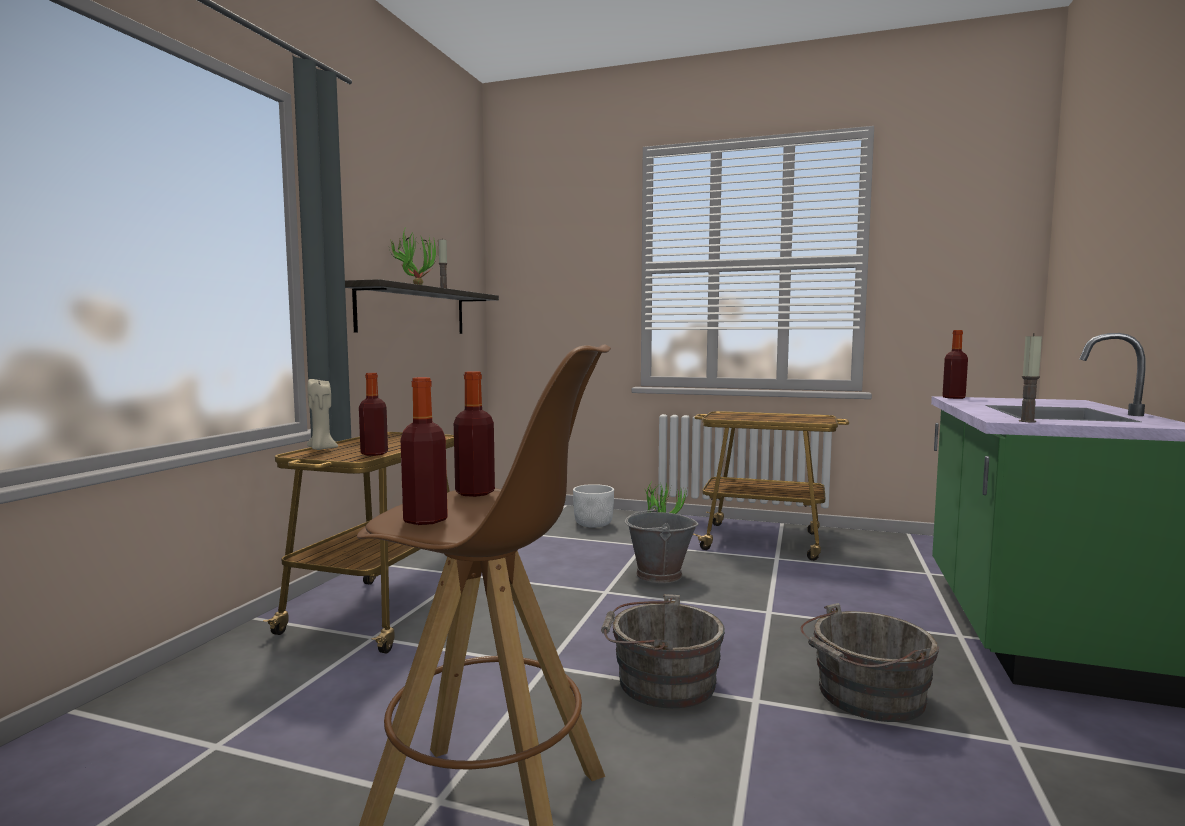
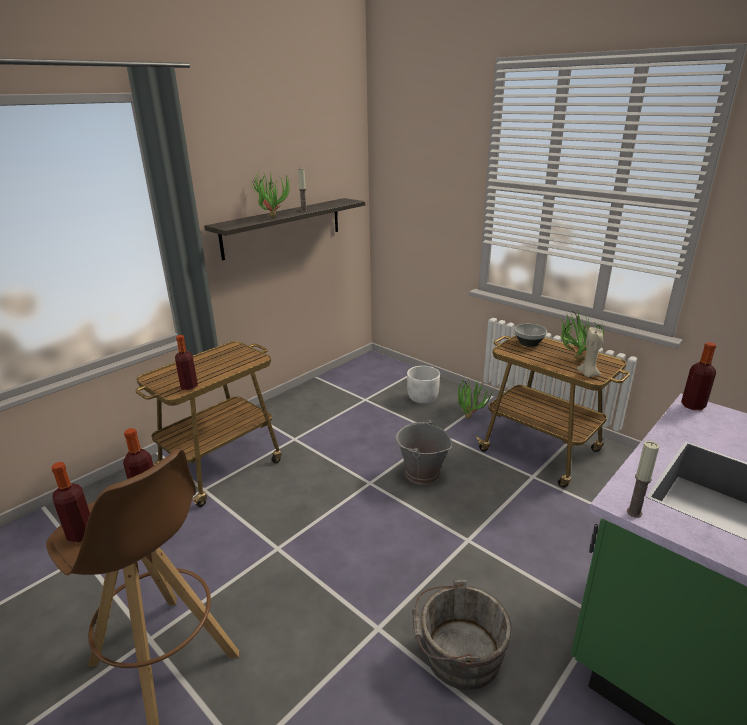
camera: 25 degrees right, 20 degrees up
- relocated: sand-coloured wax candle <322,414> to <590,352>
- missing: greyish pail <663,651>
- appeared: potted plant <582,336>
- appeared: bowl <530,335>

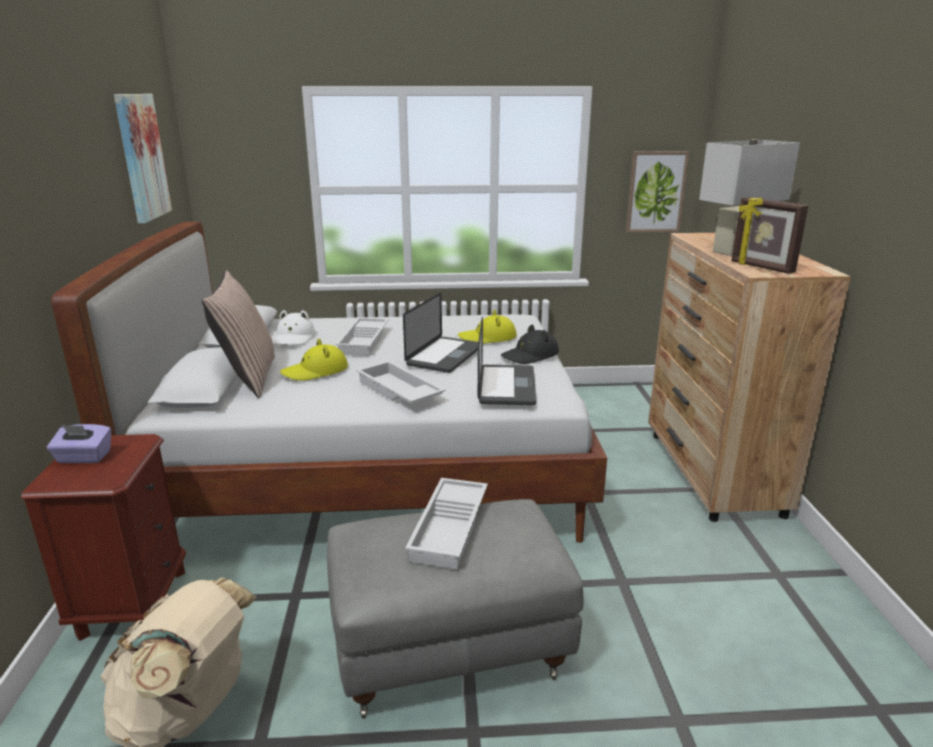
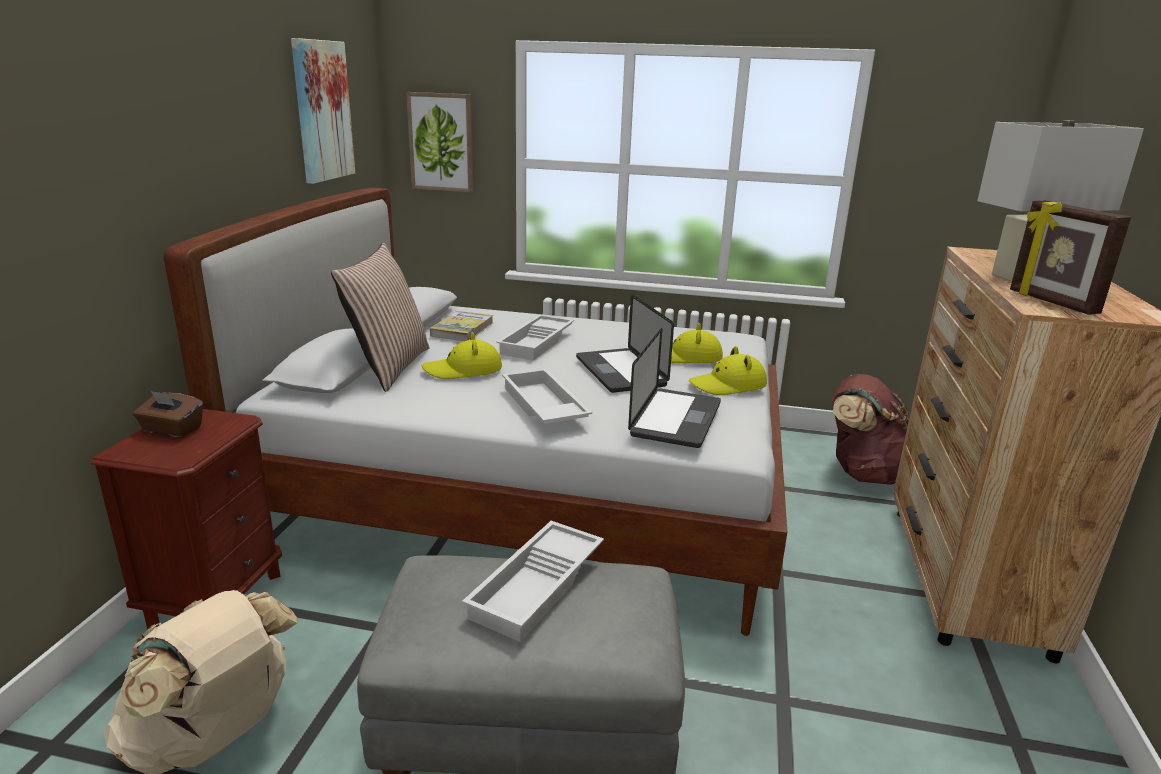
camera: 15 degrees right, 0 degrees up
- relocated: picture <657,191> to <439,142>
- spun: laptop <441,333> = <625,343> 120 degrees clockwise
- exchanged: whitish hat <294,327> to bound book <461,326>
- colour: black hat <530,344> to yellow-coloured hat <728,370>
- colour: purple tissue box <79,443> to brown-coloured tissue box <168,414>
- appeared: brown-coloured rucksack <870,429>

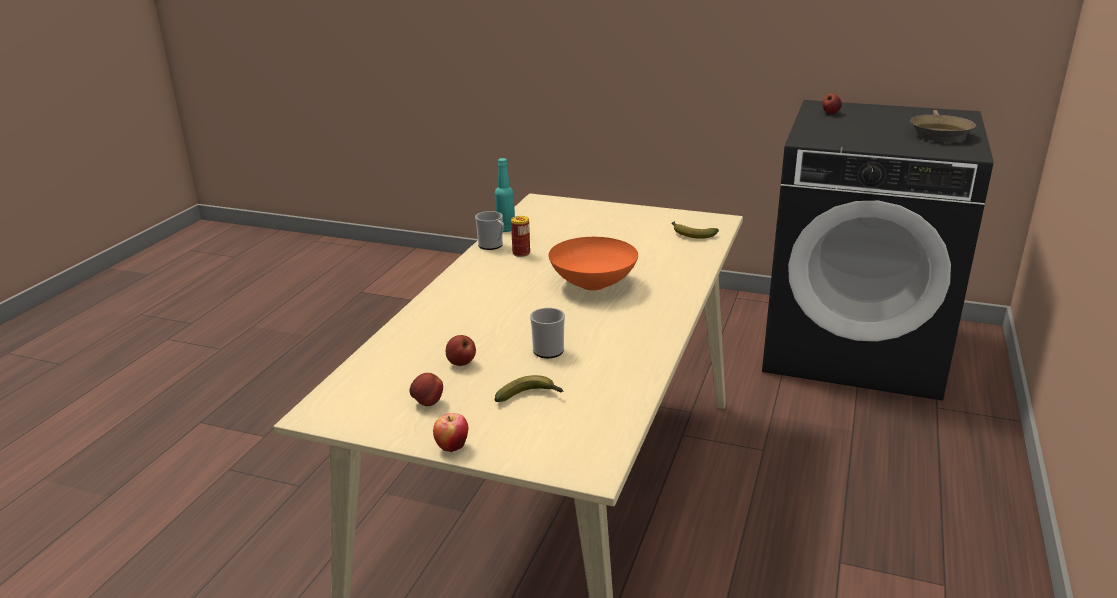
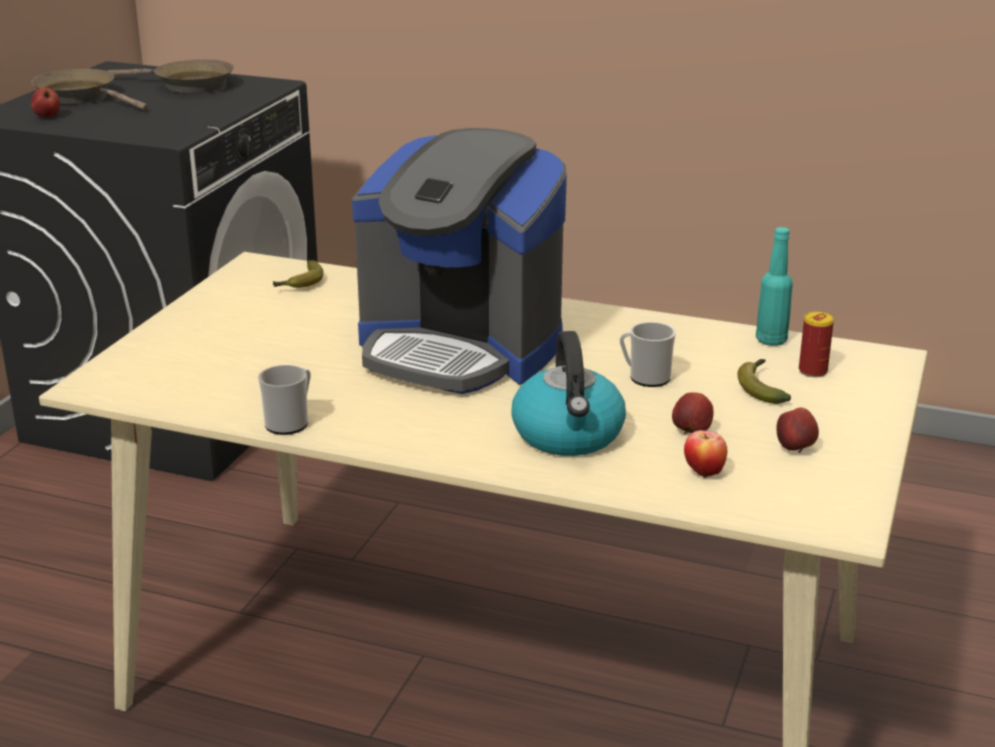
camera: 90 degrees left, 0 degrees up
- relocated: turquoise beverage bottle <505,195> to <774,286>
- relocated: metal can <520,236> to <816,344>
- exchanged: orange bowl <593,264> to coffee maker <459,261>
- relocated: apple <450,432> to <705,454>
- appeared: brown-coloured pan <89,89>
- appeared: kettle <568,393>

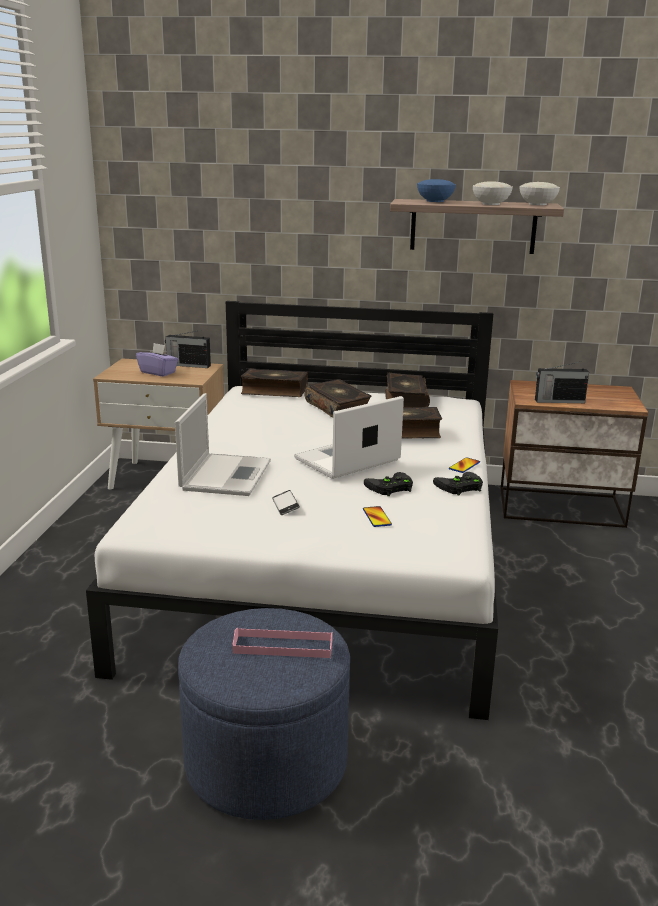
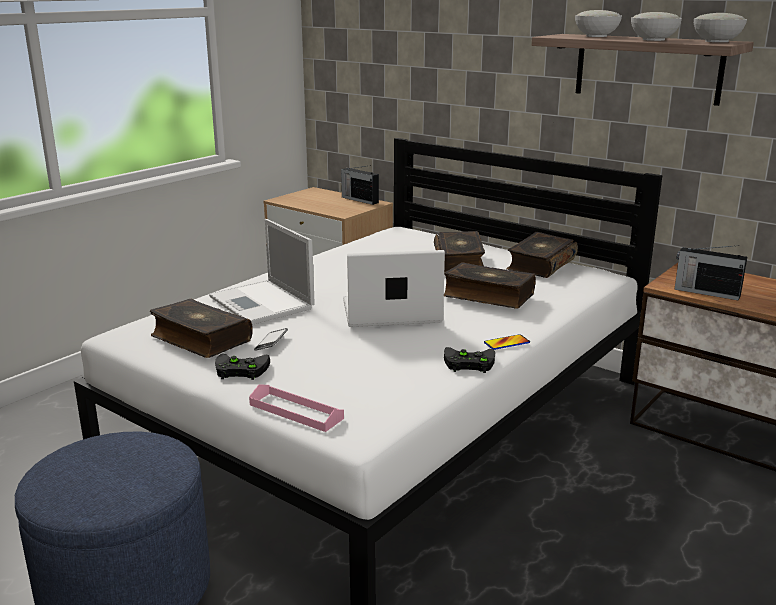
camera: 30 degrees right, 0 degrees up
- colour: bluish bowl <436,190> to whitish bowl <598,23>
- missing: purple tissue box <157,360>
- relocated: bound book <274,382> to <201,328>
- spun: laptop <223,444> = <262,272> 105 degrees clockwise
- relocated: black gamepad <388,484> to <242,367>
- missing: handset <377,516>
- relocated: pinkish tray <282,642> to <296,408>

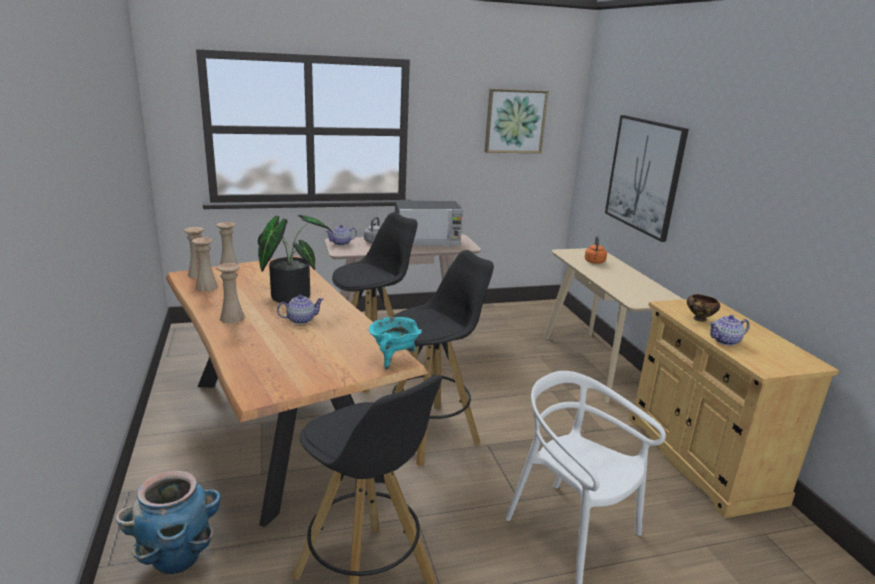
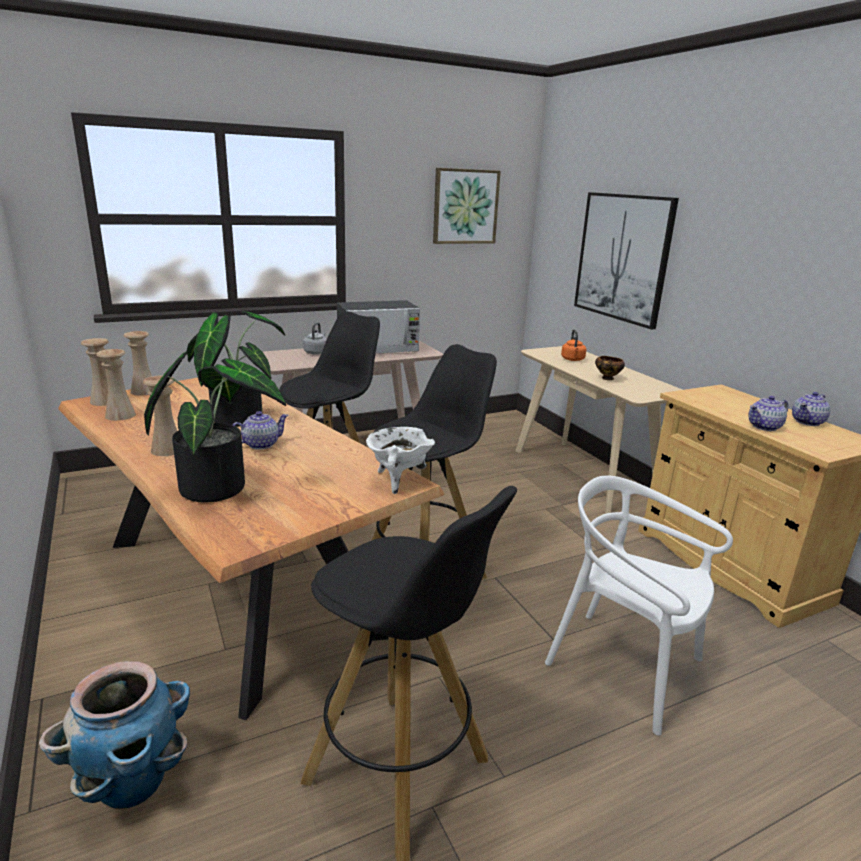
camera: 10 degrees left, 0 degrees up
- relocated: tea pot <341,235> to <811,409>
- relocated: bowl <703,308> to <610,368>
- colour: turquoise cooking pot <395,343> to whitish cooking pot <400,460>
- appeared: potted plant <215,427>

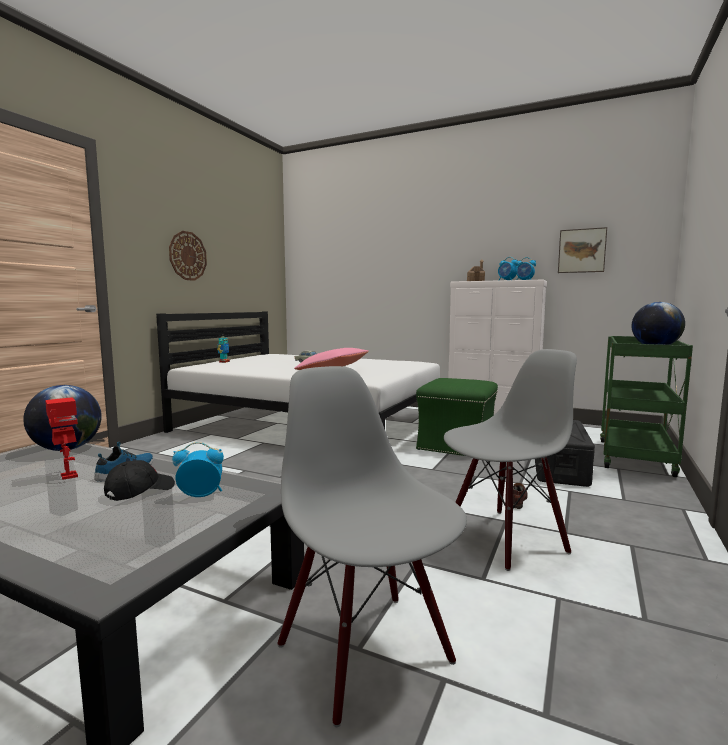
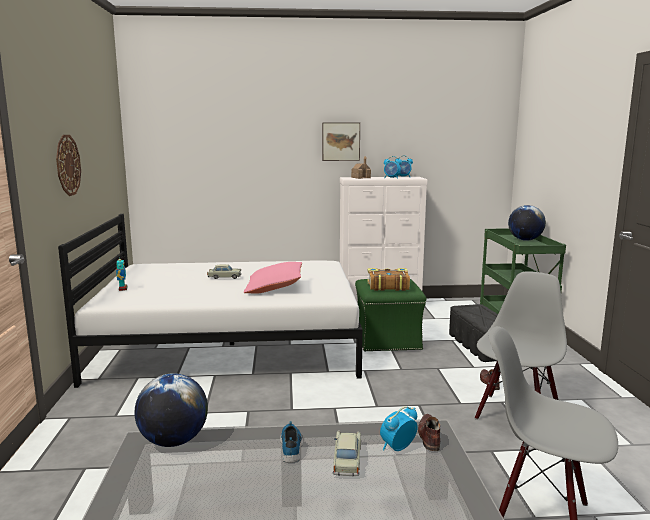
camera: 30 degrees left, 5 degrees up
- relocated: picture <582,250> to <341,141>
- missing: model robot <61,438>
- exchanged: black baseball cap <139,480> to sand-coloured toy car <347,453>
- appeared: bound book <388,279>
- appeared: brown-coloured item of footwear <429,432>

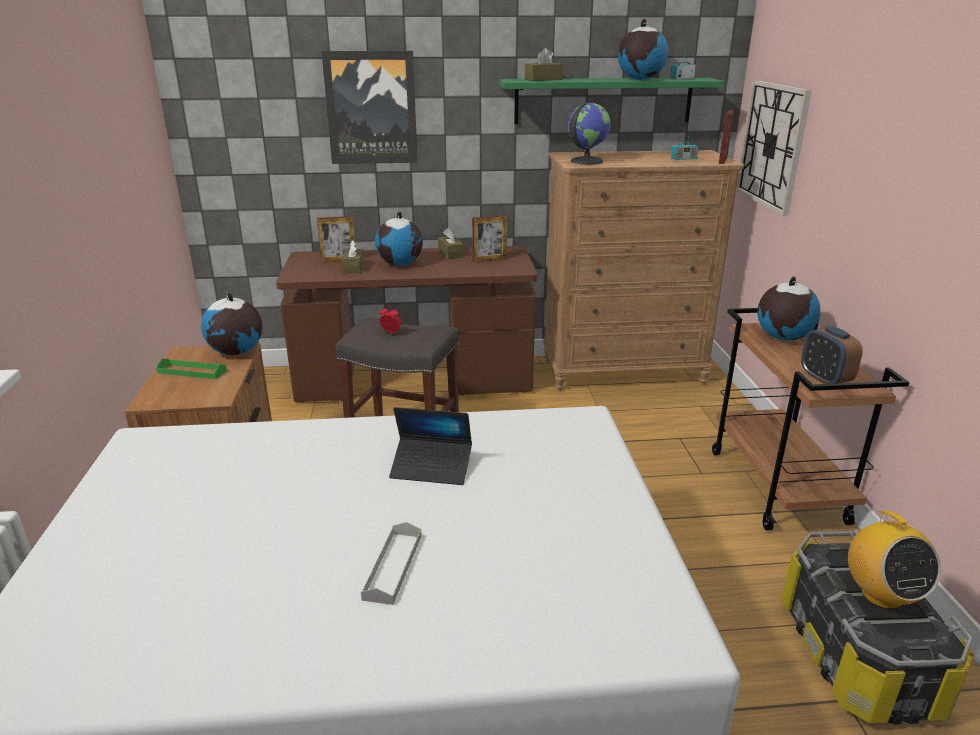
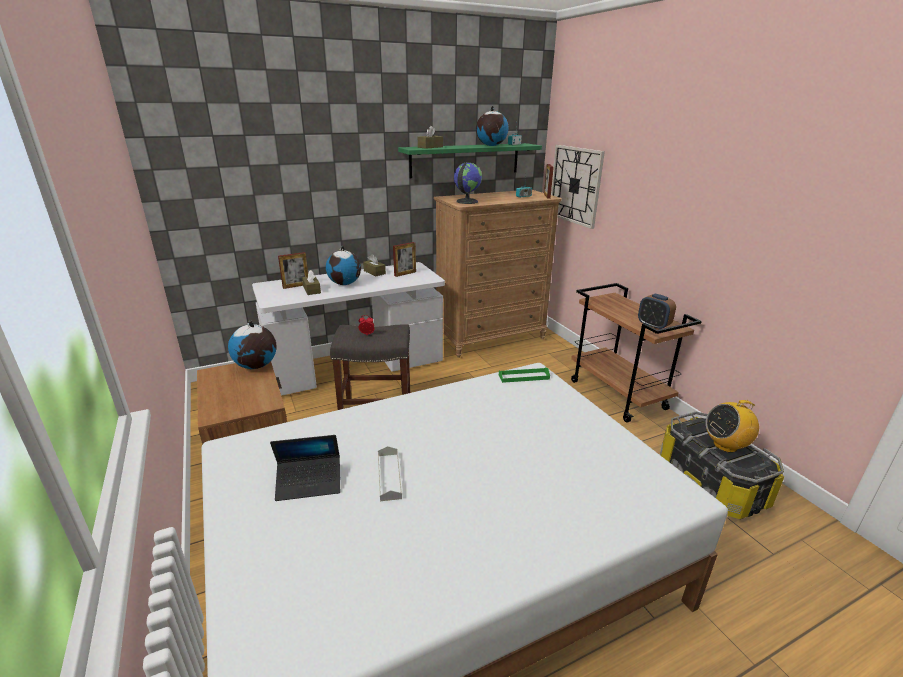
camera: 20 degrees left, 0 degrees up
- missing: picture <369,107>
- colour: brown-coloured desk <406,324> to whitish desk <348,329>
- missing: globe <789,309>
- relocated: greenish tray <191,369> to <524,375>
- relocated: laptop <430,446> to <305,468>
- spun: radio receiver <894,560> = <732,426> 105 degrees clockwise
- relocated: greyish tray <391,563> to <390,473>

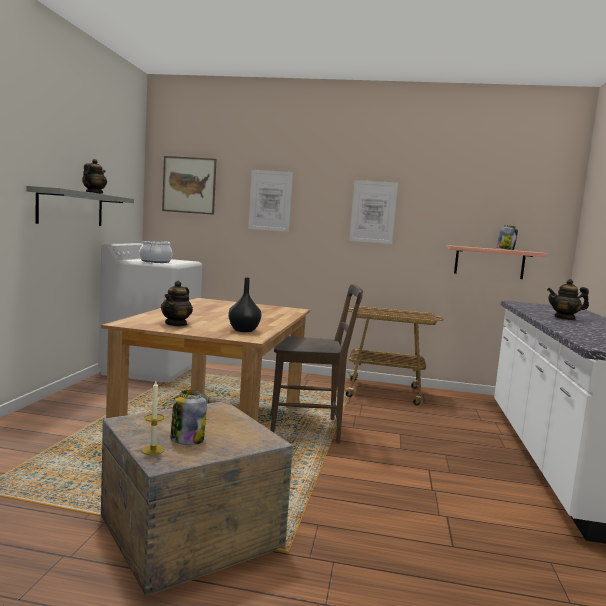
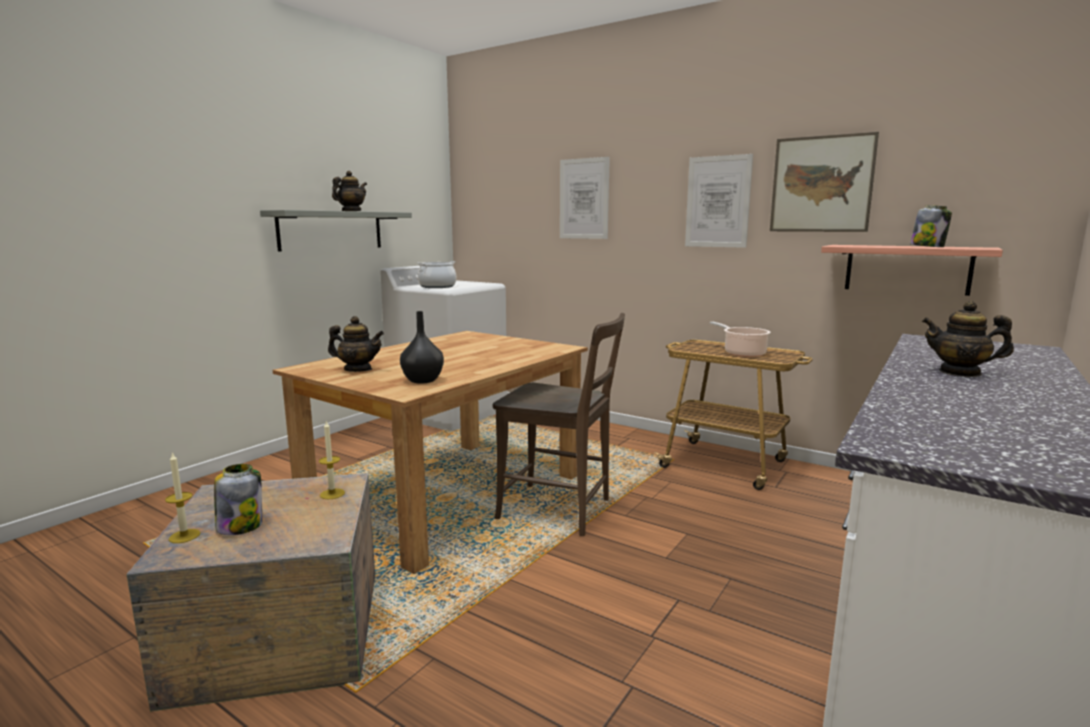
camera: 25 degrees right, 5 degrees up
- relocated: picture <189,185> to <824,182>
- spun: tea pot <177,304> = <356,344> 120 degrees counterclockwise
- appeared: cooking pot <740,339>
- appeared: wax candle <332,460>

